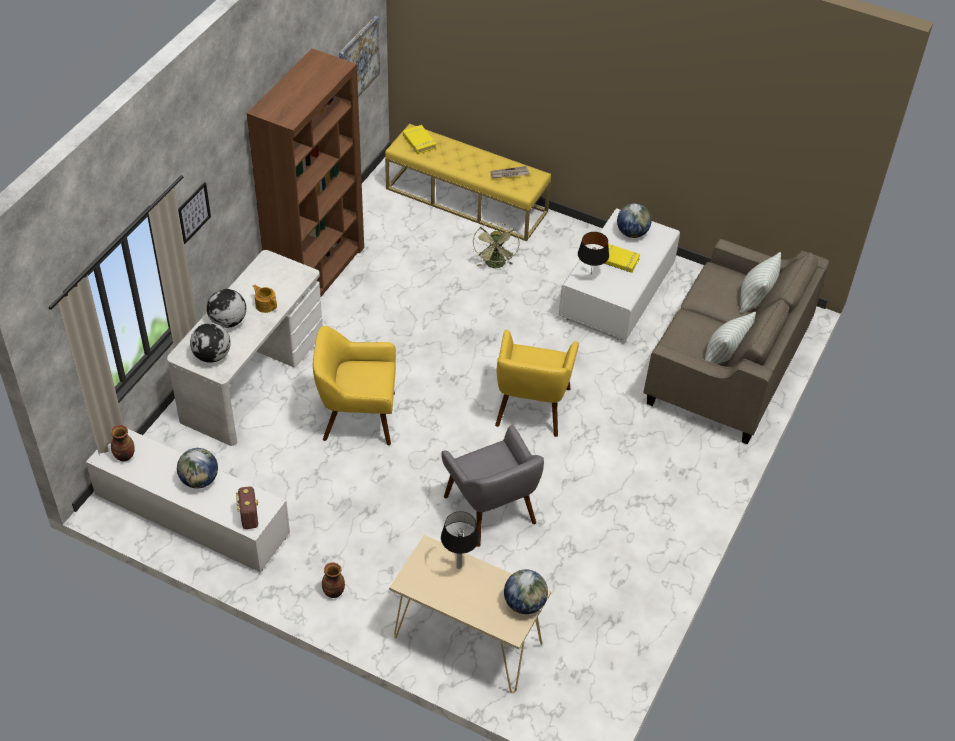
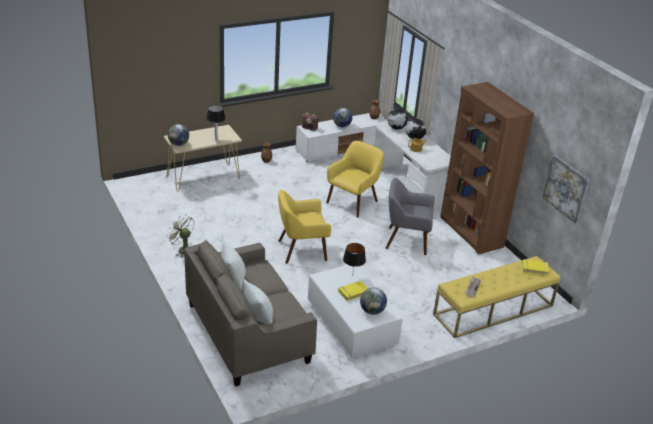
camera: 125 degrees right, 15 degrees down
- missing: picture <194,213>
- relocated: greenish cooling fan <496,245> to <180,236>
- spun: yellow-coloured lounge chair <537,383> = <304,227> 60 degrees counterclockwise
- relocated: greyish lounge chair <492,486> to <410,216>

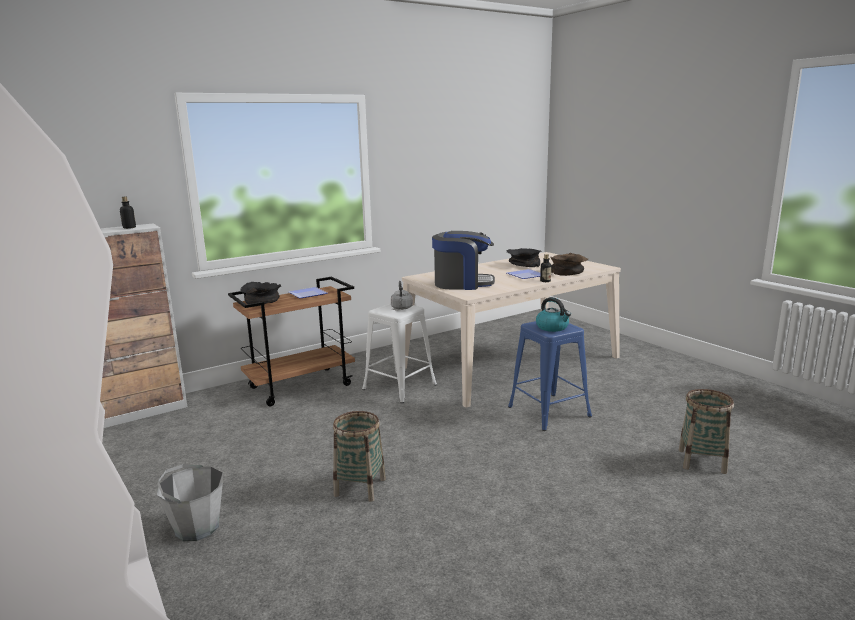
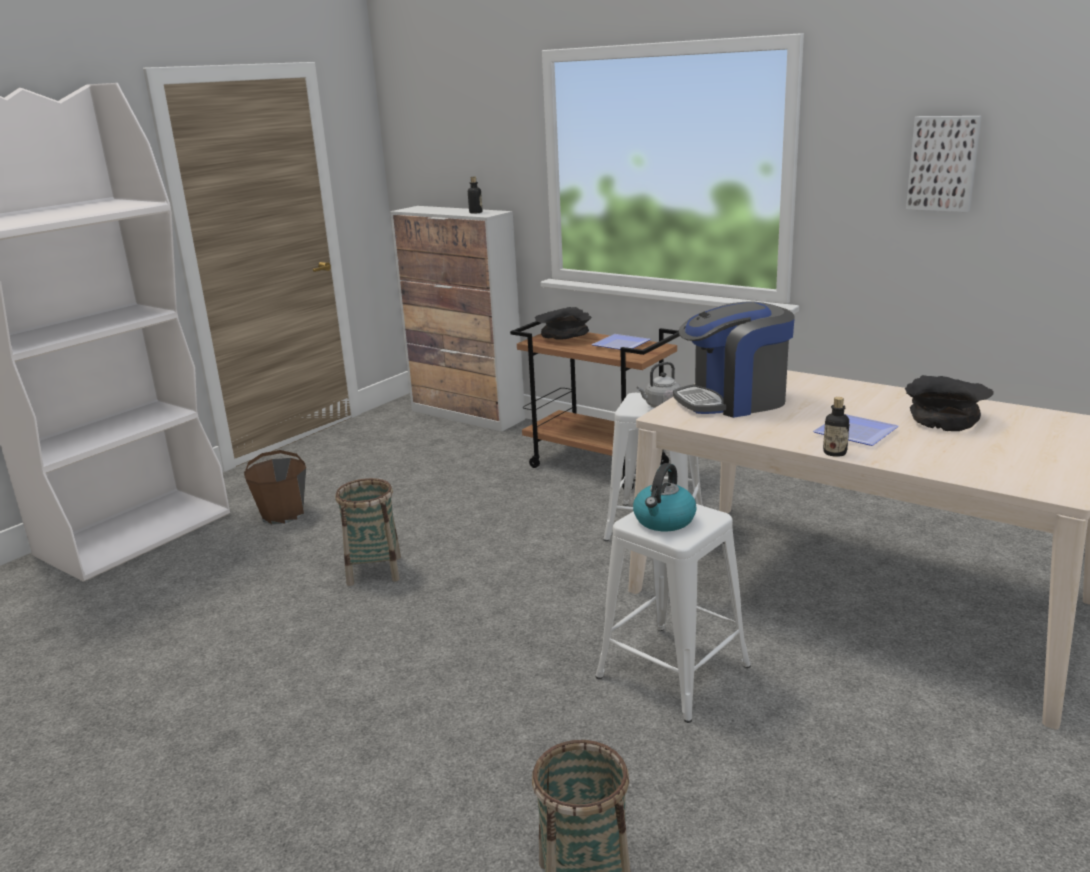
camera: 70 degrees right, 5 degrees up
- spun: coffee maker <463,260> = <734,359> 90 degrees clockwise
- missing: brown-coloured bowl <569,264>
- colour: bluish stool seat <550,376> to whitish stool seat <673,613>
- colour: greyish pail <190,502> to brown-coloured pail <275,487>
- appeared: picture <943,164>

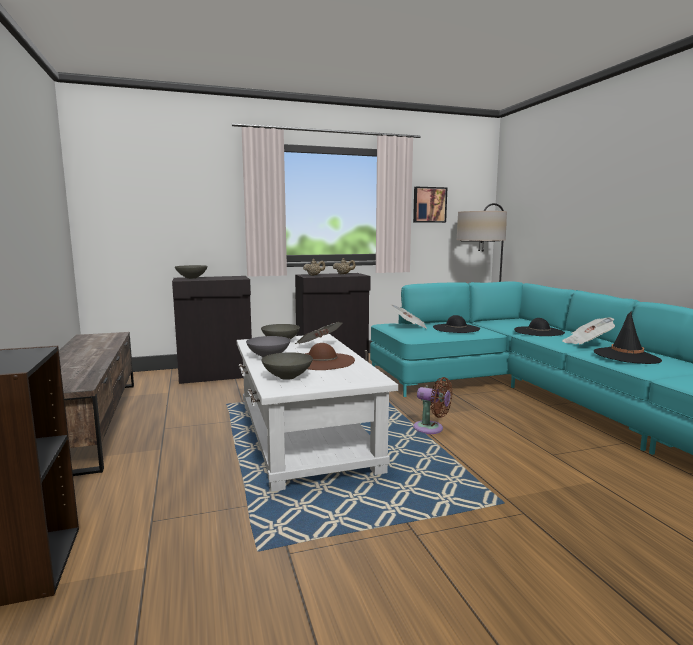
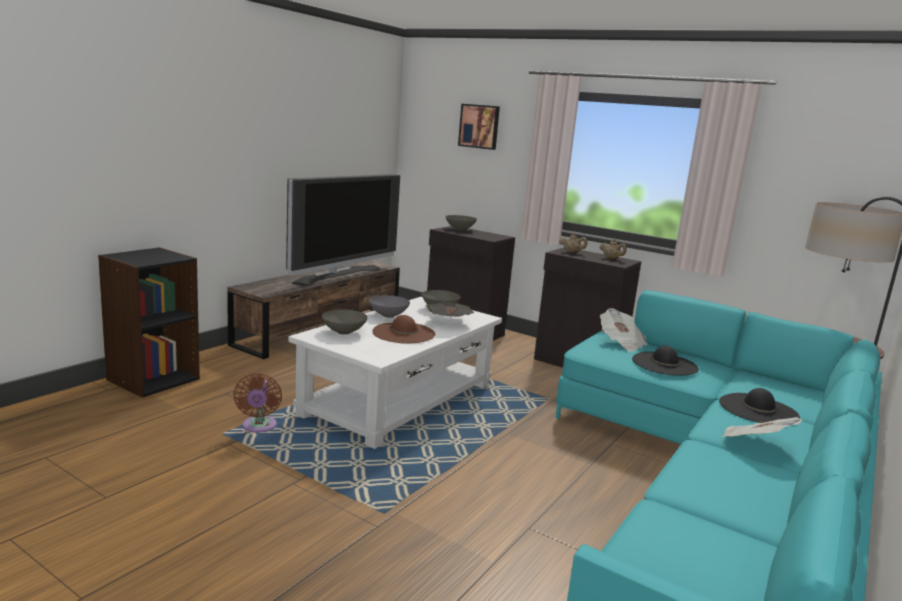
camera: 50 degrees right, 5 degrees up
- relocated: picture <430,205> to <479,127>
- missing: black hat <628,337>
- relocated: brown-coloured cooling fan <432,405> to <257,403>
- appeared: television <343,230>

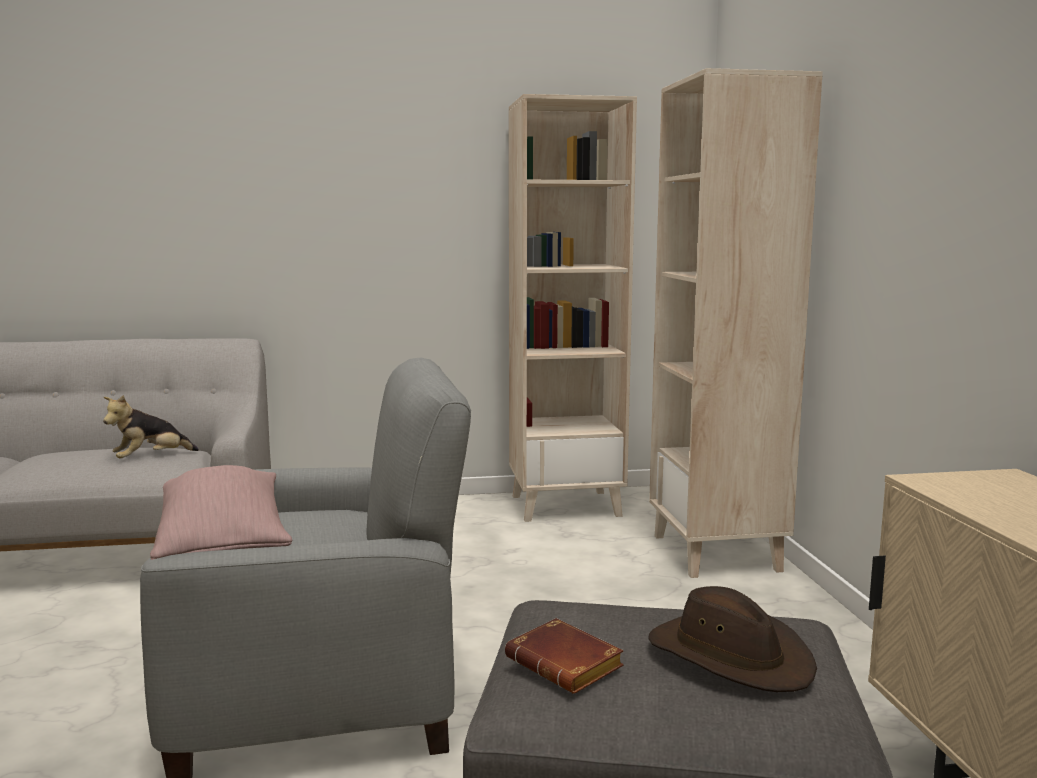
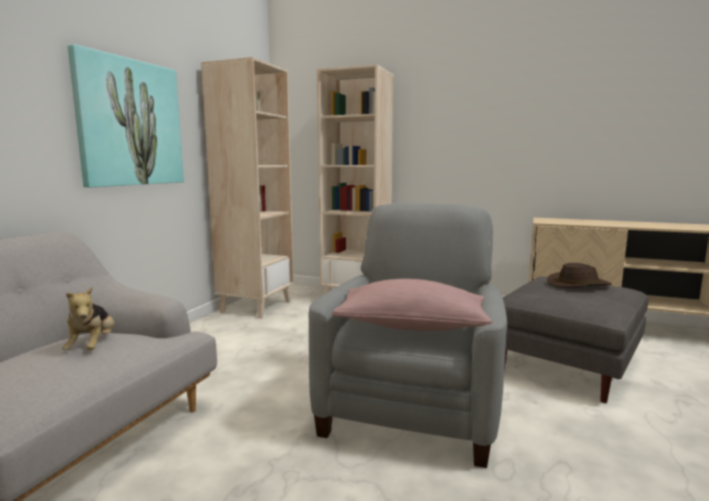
camera: 60 degrees left, 0 degrees up
- missing: brown-coloured bound book <564,656>
- appeared: picture <125,115>

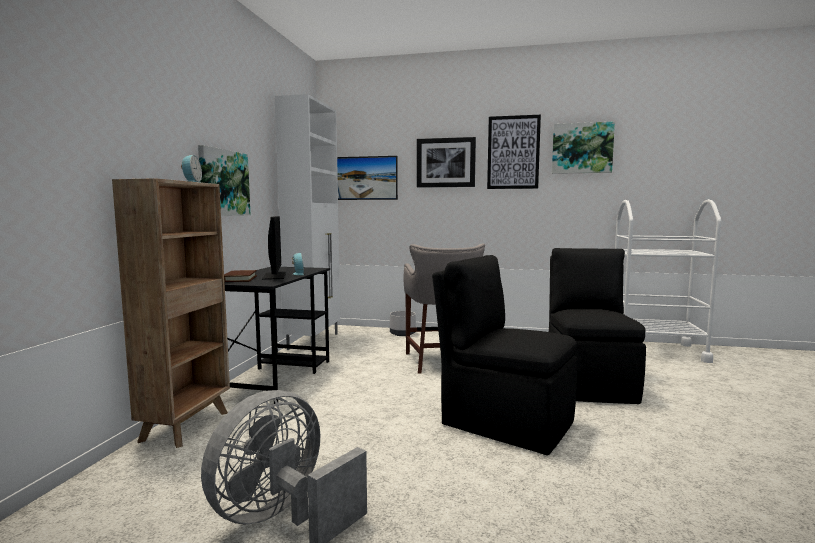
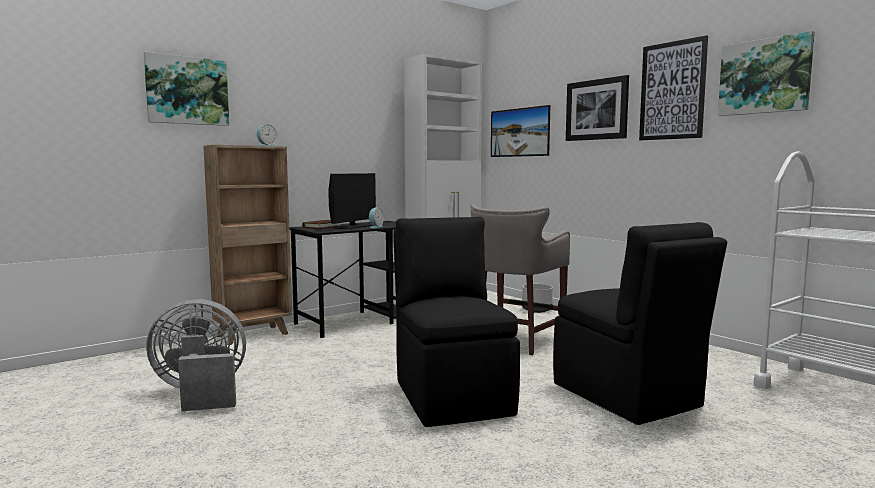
camera: 40 degrees right, 0 degrees up
- relocated: picture <224,180> to <186,89>
- spun: black upright chair <597,326> = <640,323> 105 degrees clockwise

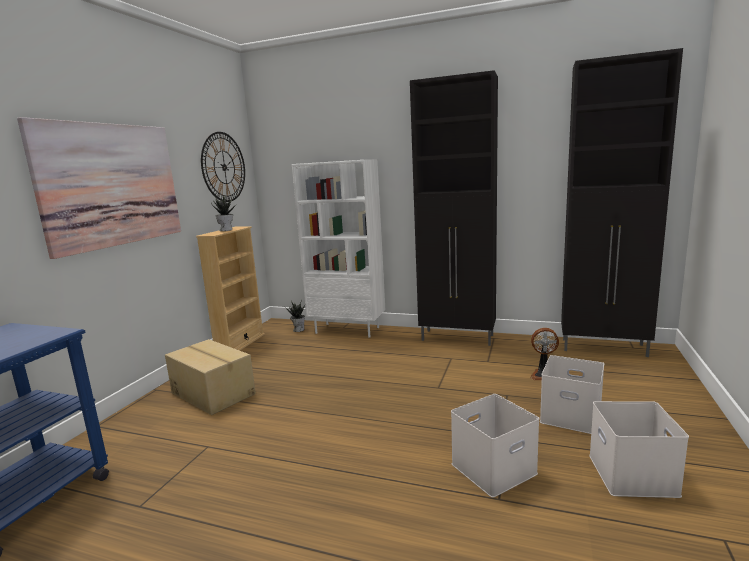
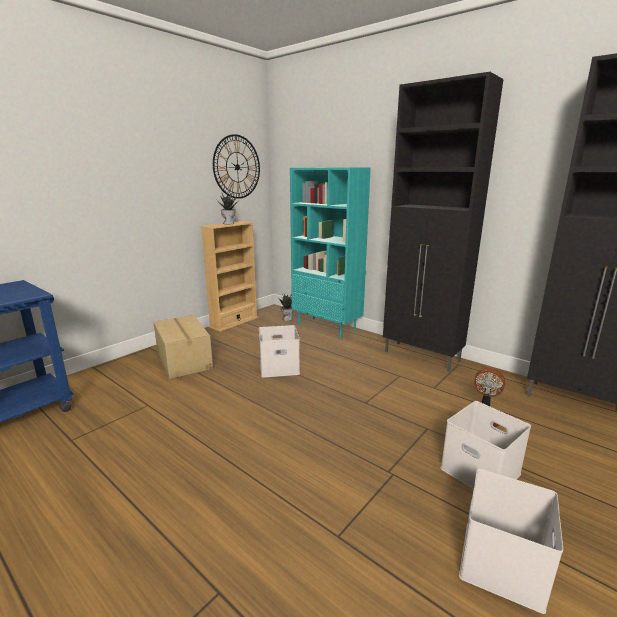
camera: 20 degrees right, 5 degrees up
- missing: picture <99,188>
- colour: whitish bookcase <338,248> to turquoise bookcase <330,253>
- relocated: whitish storage container <495,446> to <279,351>

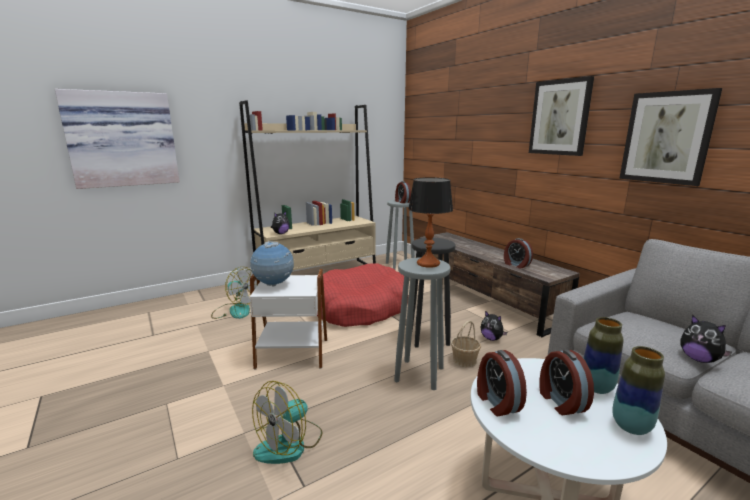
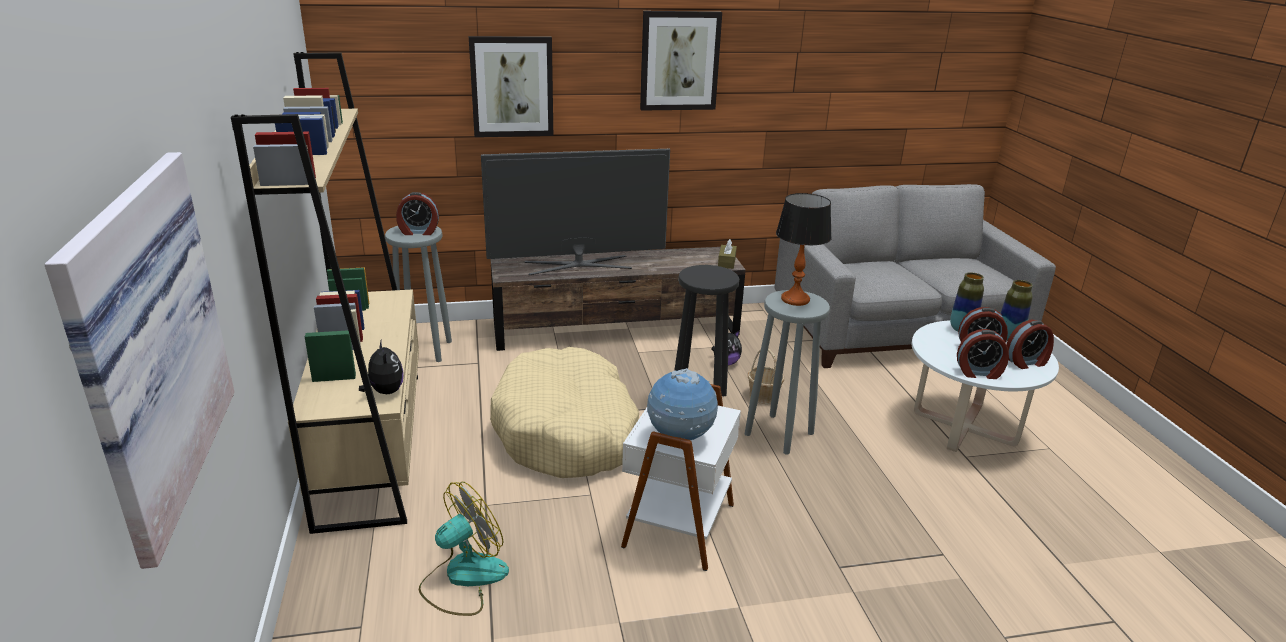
camera: 70 degrees left, 10 degrees up
- relocated: picture <670,137> to <511,86>
- relocated: alarm clock <518,253> to <1030,344>
- colour: reddish dog cushion <362,295> to sand-coloured dog cushion <564,412>
- missing: cuddly toy <706,339>
- missing: cooling fan <287,422>
- appeared: television <575,212>
- appeared: brown-coloured tissue box <727,254>

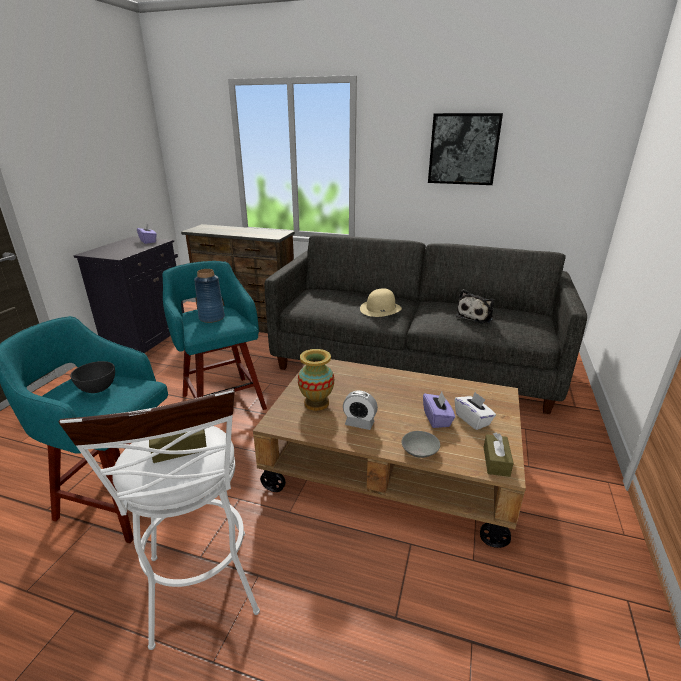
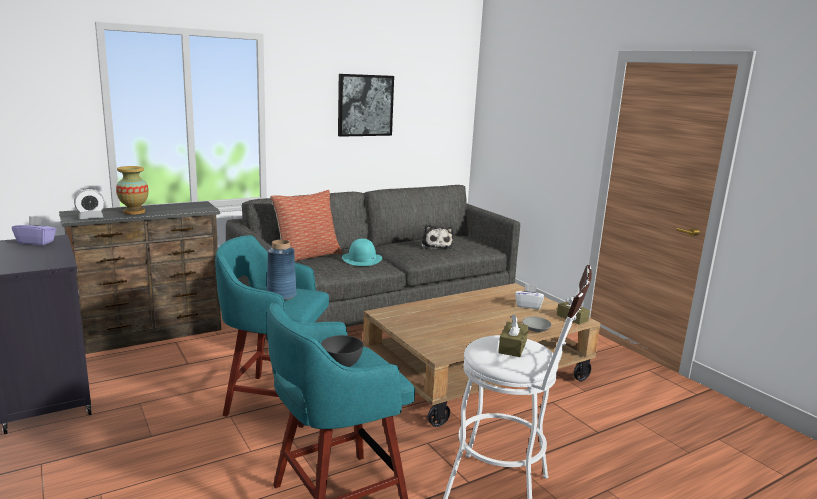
camera: 50 degrees left, 10 degrees down
- colour: sand-coloured hat <381,302> to turquoise hat <362,252>
- relocated: flower vase <316,380> to <132,190>
- relocated: alarm clock <360,410> to <89,203>
- missing: purple tissue box <439,410>
- appeared: pillow <306,225>

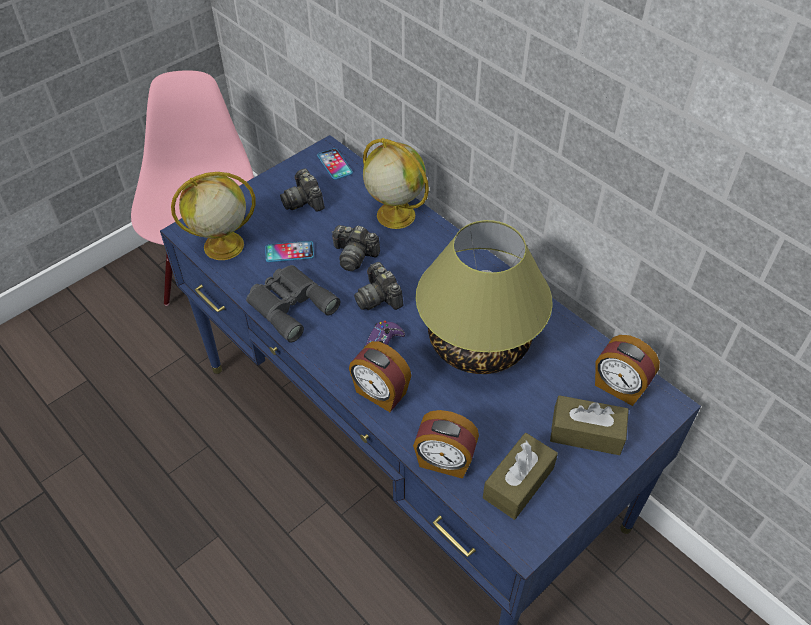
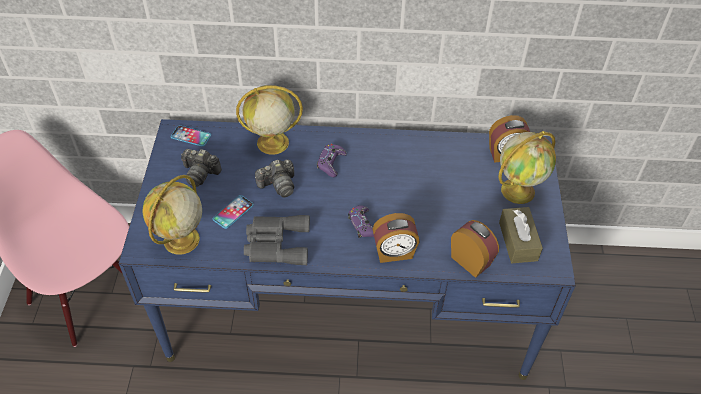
camera: 45 degrees left, 0 degrees up
- missing: lamp for a table <484,297>
- missing: photo camera <378,286>
- exchanged: brown-coloured tissue box <589,425> to globe <527,167>
- spun: alarm clock <446,444> = <475,249> 105 degrees counterclockwise
- appeared: purple gamepad <332,160>

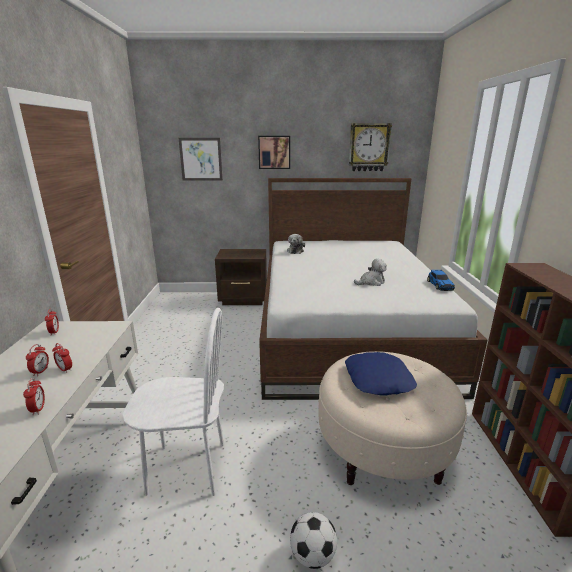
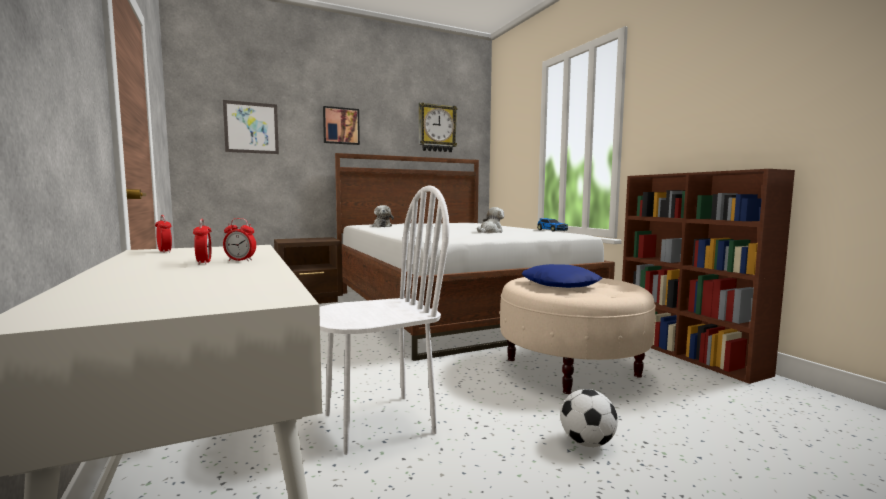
camera: 25 degrees left, 15 degrees down
- missing: alarm clock <34,396>

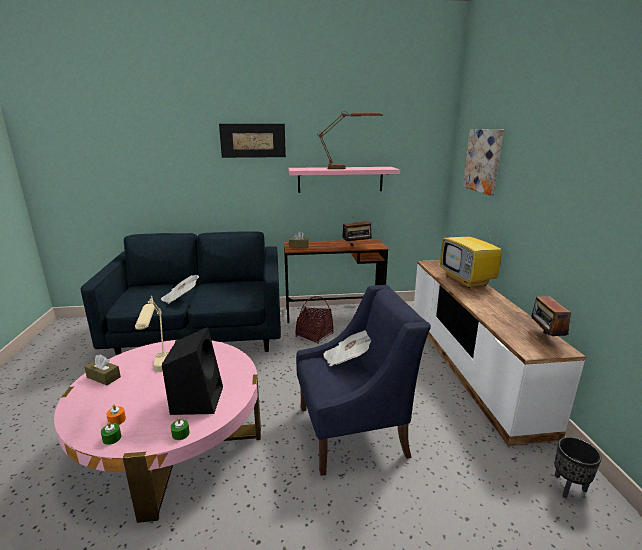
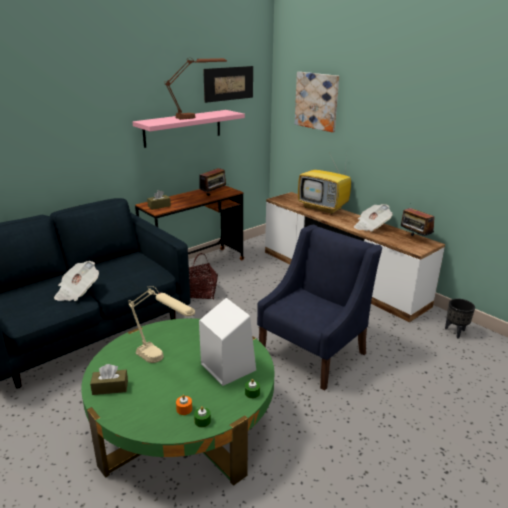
camera: 35 degrees left, 5 degrees up
- relocated: picture <252,141> to <228,84>
- colour: black loudspeaker <192,371> to whitish loudspeaker <227,342>
- relocated: printed paper <347,348> to <373,218>
- colour: pinkish coffee table <157,431> to greenish coffee table <178,402>

